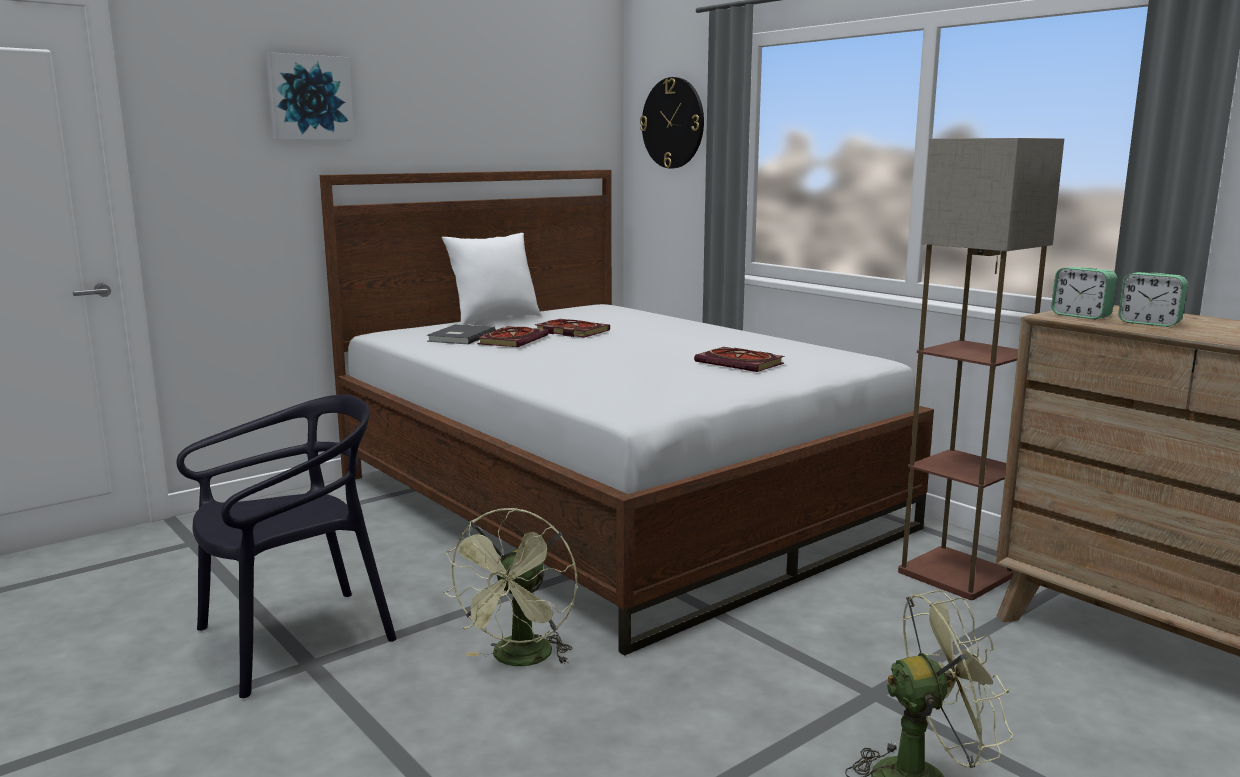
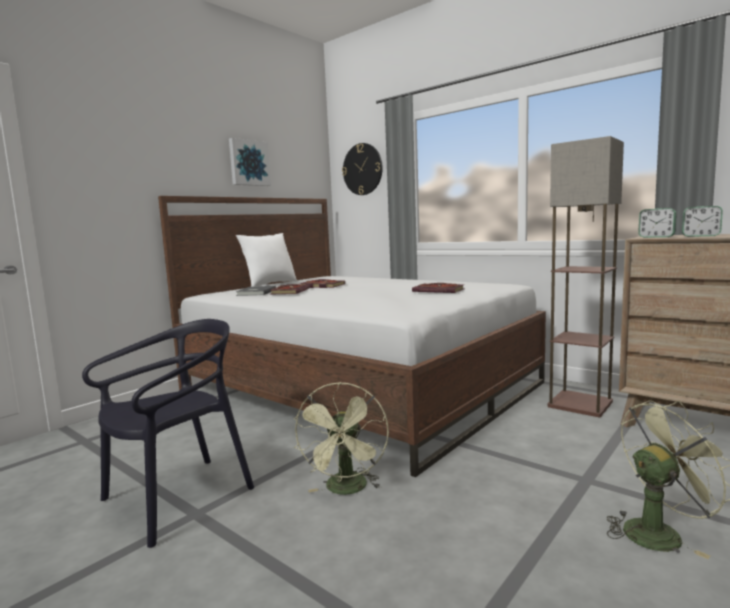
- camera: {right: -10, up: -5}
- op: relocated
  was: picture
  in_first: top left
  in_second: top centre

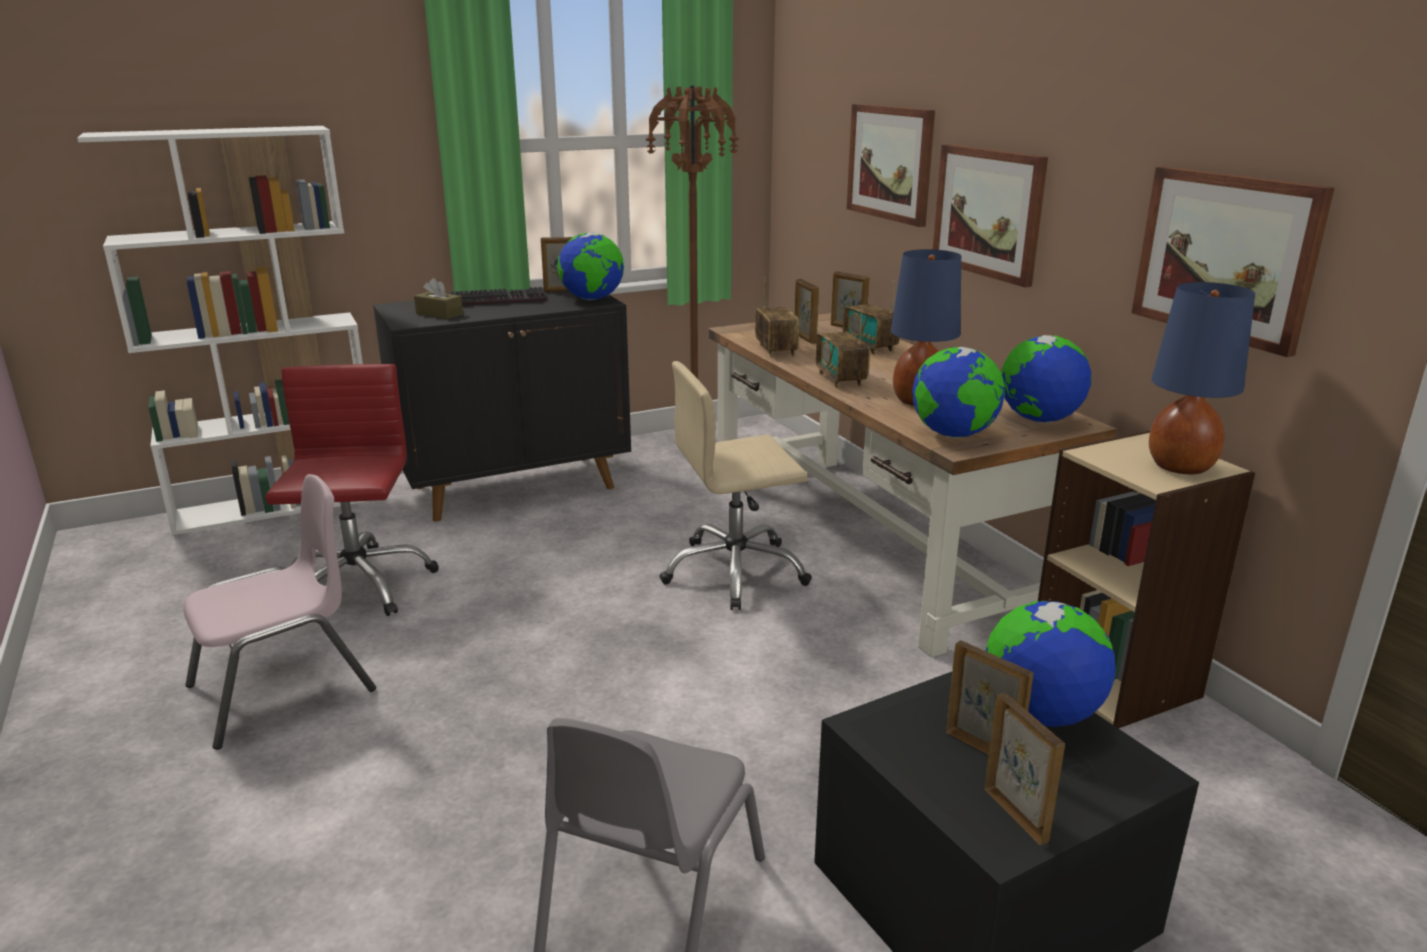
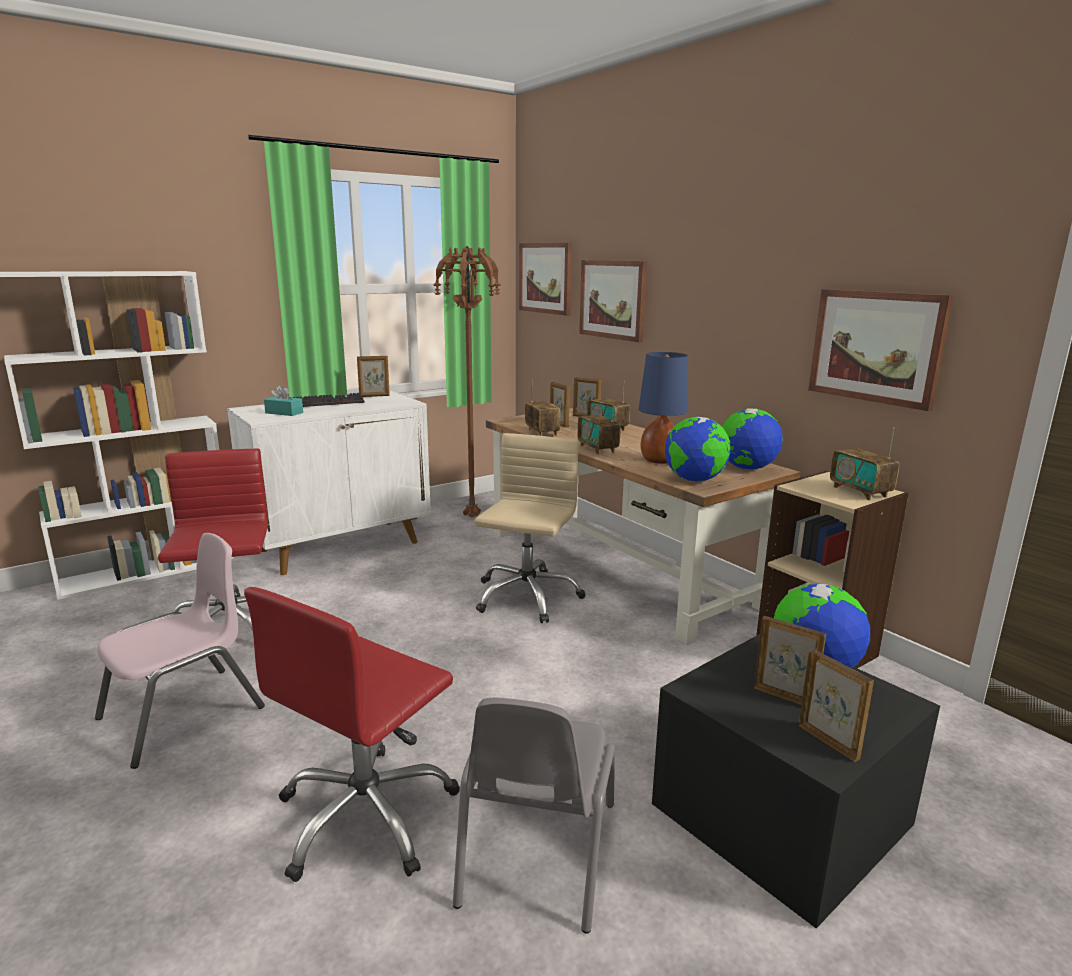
- camera: {right: -10, up: -5}
- op: colour
  was: cabinet in black
  now: cabinet in white
  in_first: centre
  in_second: middle left
- op: appeared
  now: office chair in red (no. 2 from left)
  in_second: bottom left
- op: colour
  was: tissue box in brown
  now: tissue box in turquoise
  in_first: top left
  in_second: middle left
- op: spun
  was: office chair in beige
  in_first: centre
  in_second: centre
  clockwise: 135
- op: relocated
  was: picture (no. 2 from left in the first image)
  now: picture (no. 1 from left)
  in_first: top right
  in_second: top centre
- op: exchanged
  was: table lamp in blue (no. 2 from left)
  now: radio (no. 4 from left)
  in_first: middle right
  in_second: middle right
- op: missing
  was: globe (no. 1 from left)
  in_first: top centre

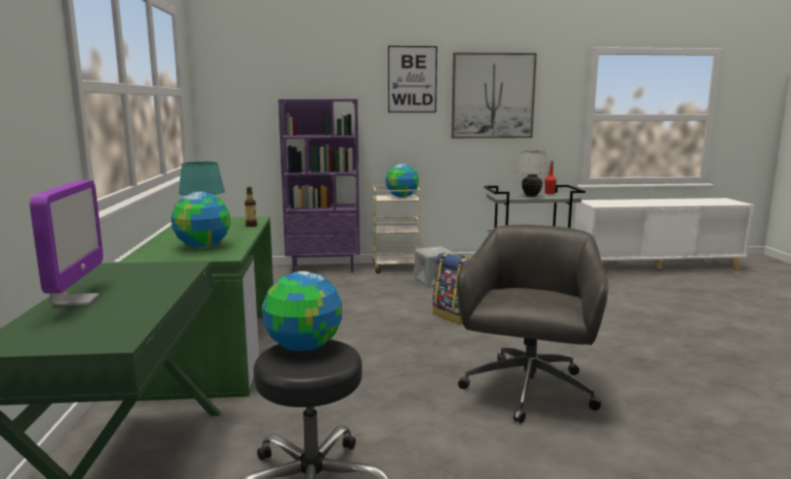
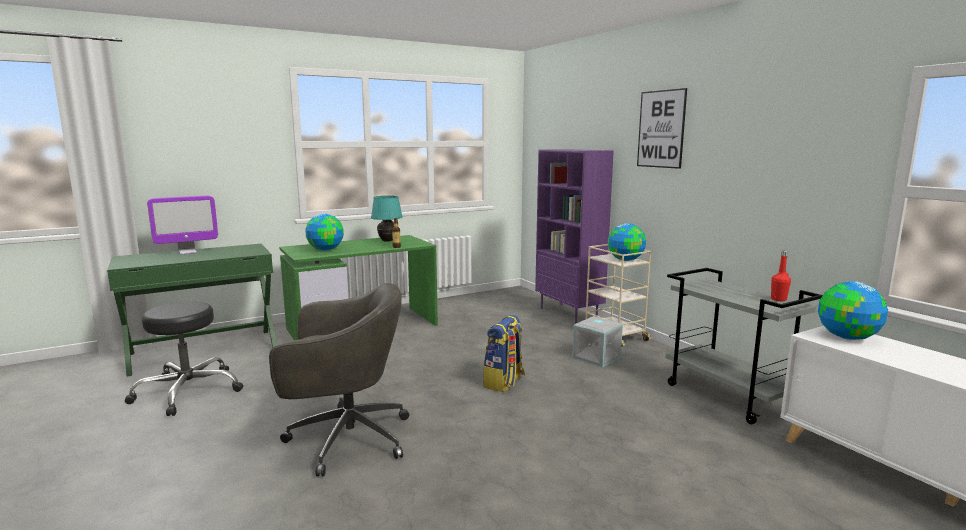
- camera: {right: 65, up: 0}
- op: relocated
  was: globe (no. 2 from left in the first image)
  now: globe (no. 3 from left)
  in_first: centre
  in_second: middle right
- op: missing
  was: picture (no. 2 from left)
  in_first: top centre
- op: missing
  was: table lamp in white
  in_first: middle right

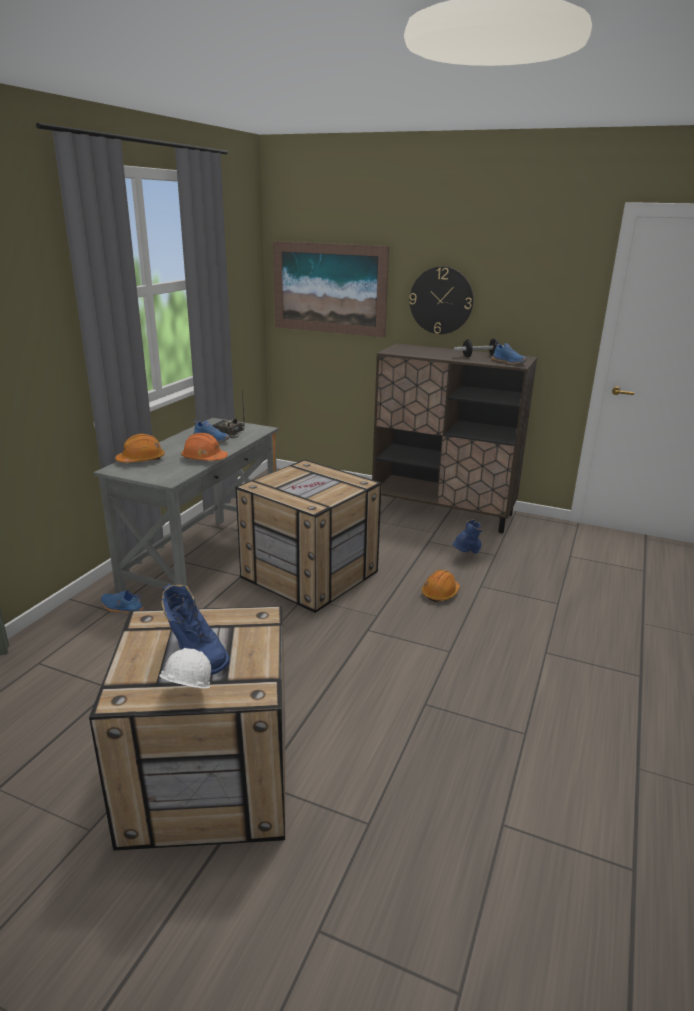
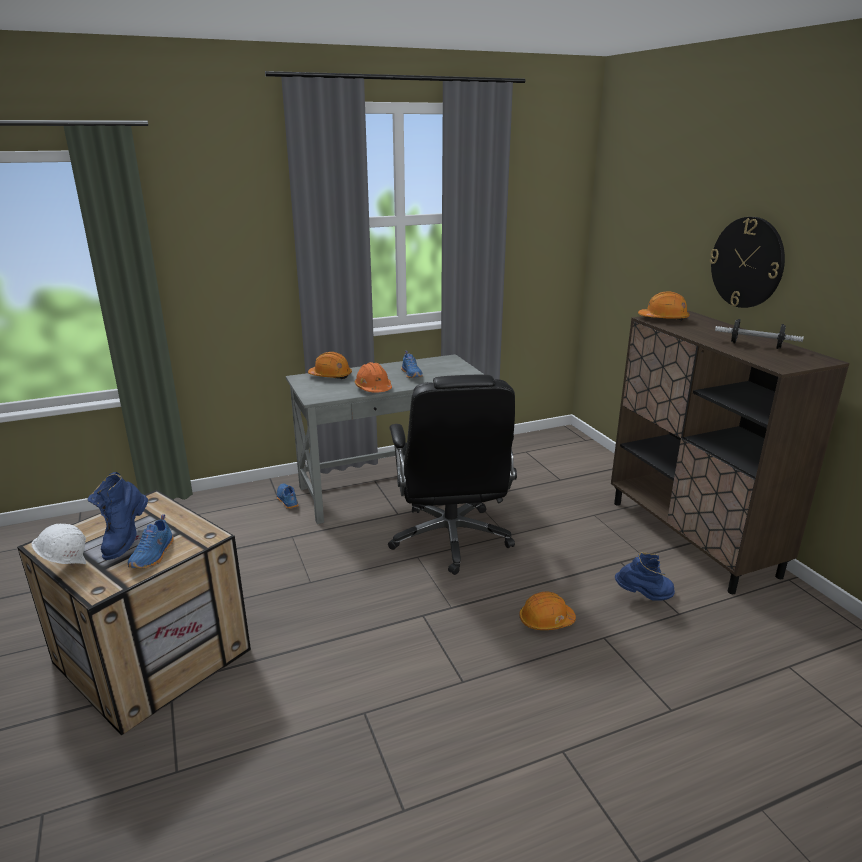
- camera: {right: 45, up: 0}
- op: relocated
  was: shoe in blue (no. 3 from left in the first image)
  now: shoe in blue (no. 1 from left)
  in_first: middle right
  in_second: middle left
- op: exchanged
  was: crate (no. 2 from left)
  now: office chair in black
  in_first: centre
  in_second: centre
- op: appeared
  now: hard hat in orange (no. 4 from left)
  in_second: middle right
- op: missing
  was: radio
  in_first: middle left
- op: missing
  was: picture
  in_first: top centre

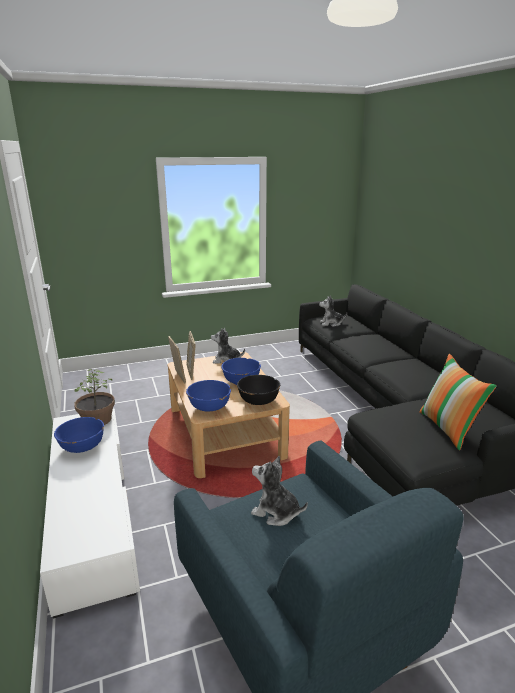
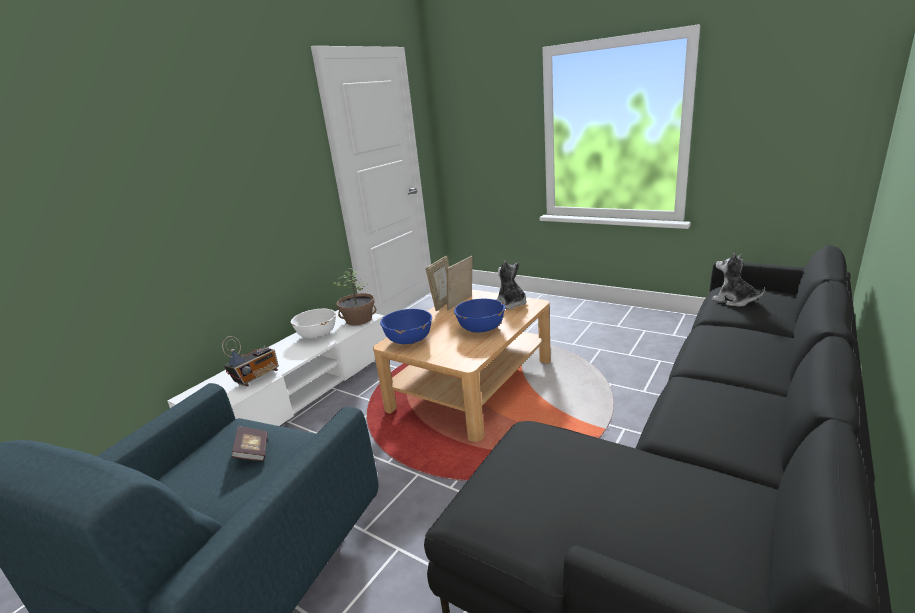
- camera: {right: 55, up: 0}
- op: appeared
  now: radio
  in_second: middle left
- op: exchanged
  was: plush toy (no. 2 from left)
  now: book
  in_first: bottom centre
  in_second: bottom left
- op: colour
  was: bowl in blue (no. 1 from left)
  now: bowl in white
  in_first: middle left
  in_second: centre
- op: missing
  was: bowl in black
  in_first: centre
- op: missing
  was: pillow
  in_first: middle right

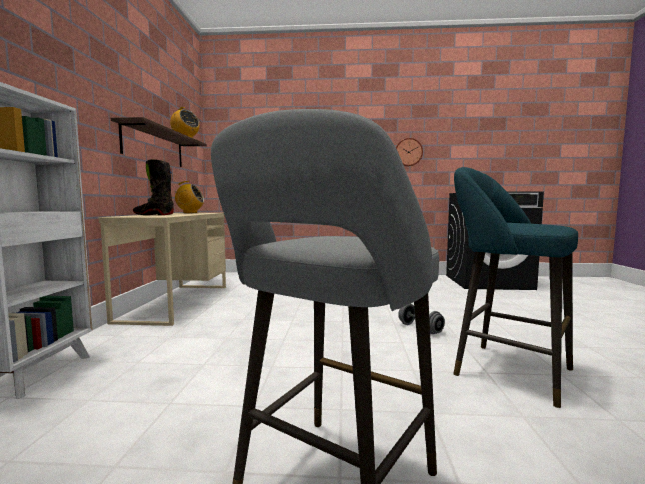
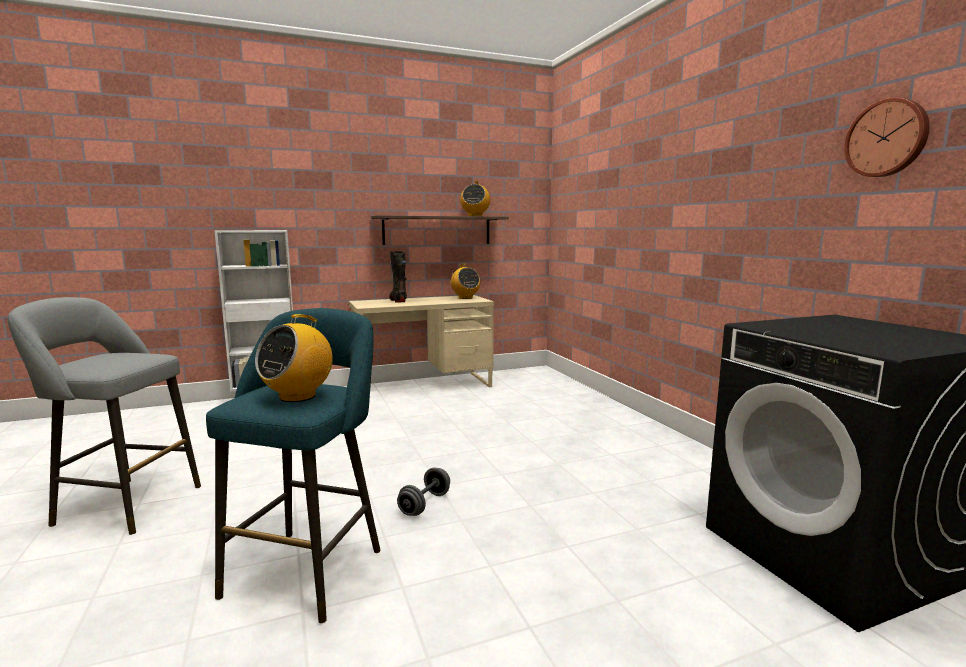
- camera: {right: 65, up: 5}
- op: appeared
  now: radio (no. 1 from left)
  in_second: middle left
- op: relocated
  was: wall clock
  in_first: top centre
  in_second: top right

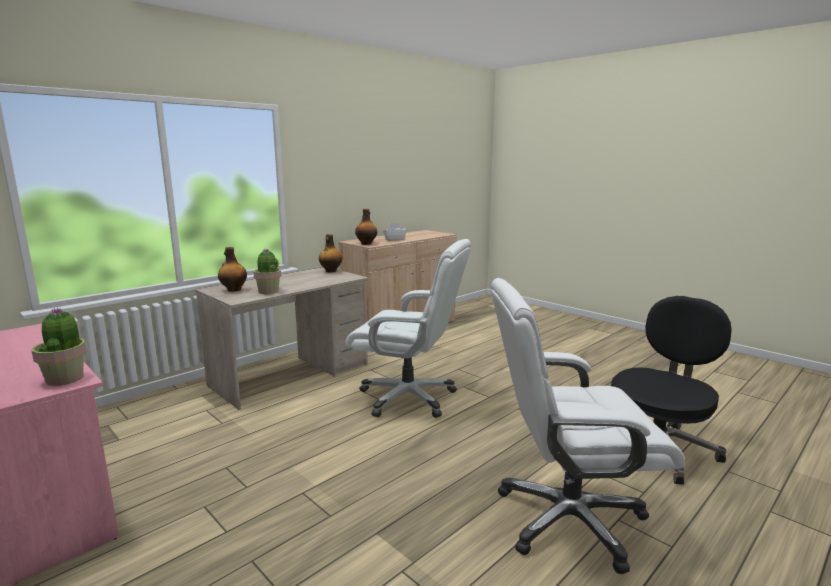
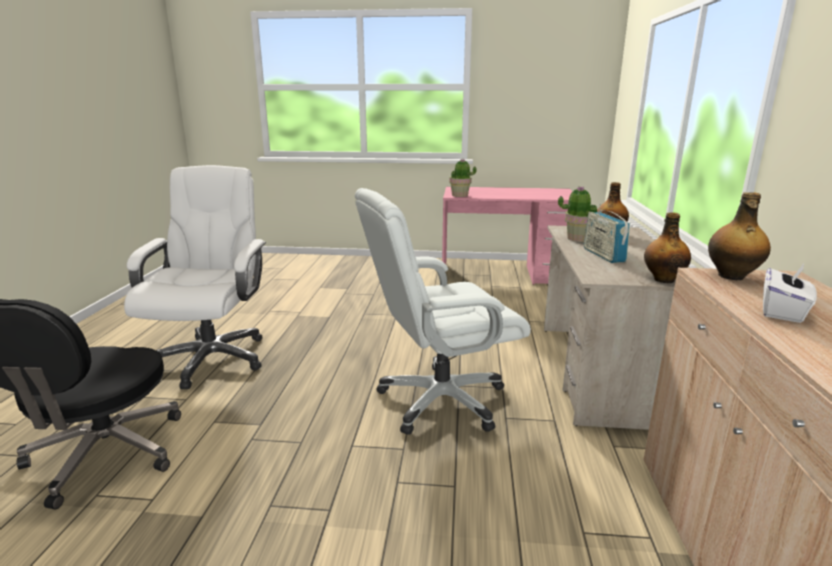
- camera: {right: 140, up: 5}
- op: spun
  was: office chair in white (no. 2 from left in the first image)
  in_first: bottom right
  in_second: middle left
  clockwise: -45
- op: appeared
  now: radio
  in_second: middle right

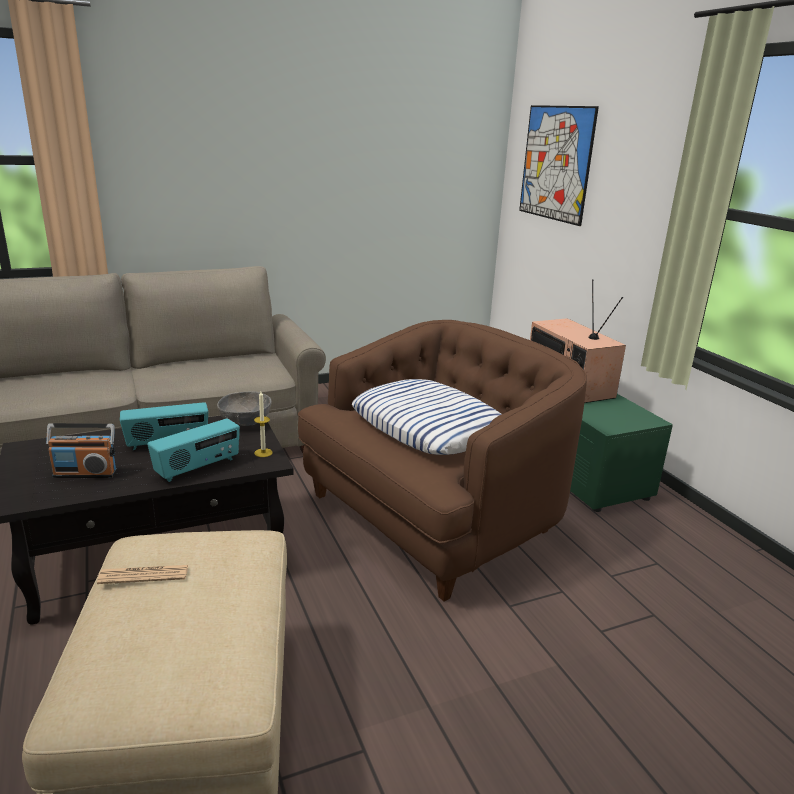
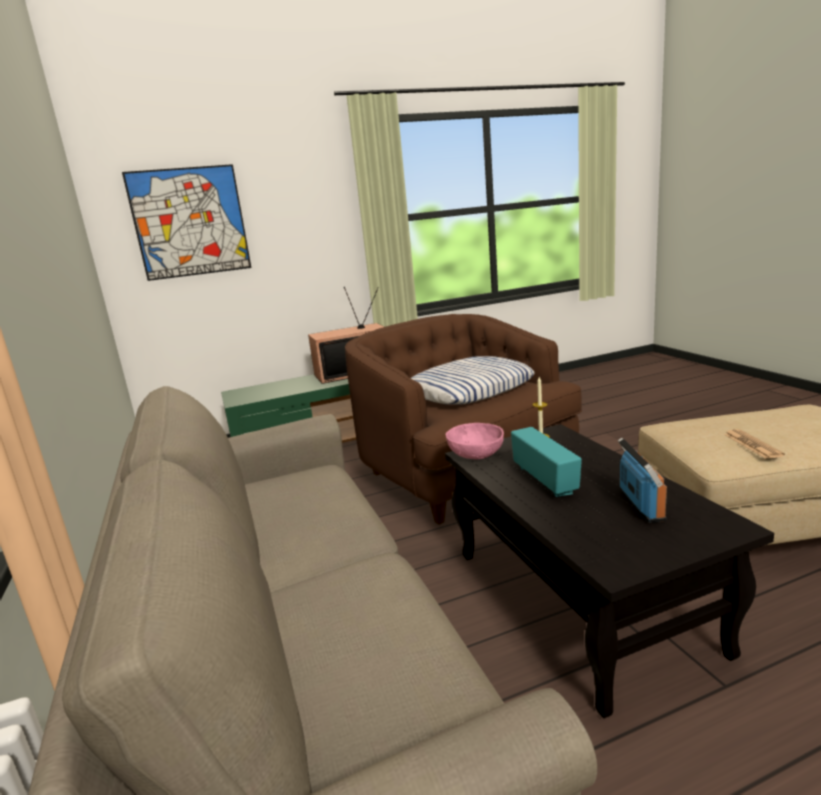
- camera: {right: -85, up: -5}
- op: colour
  was: bowl in grey
  now: bowl in pink
  in_first: middle left
  in_second: centre
- op: missing
  was: radio (no. 3 from left)
  in_first: middle left

